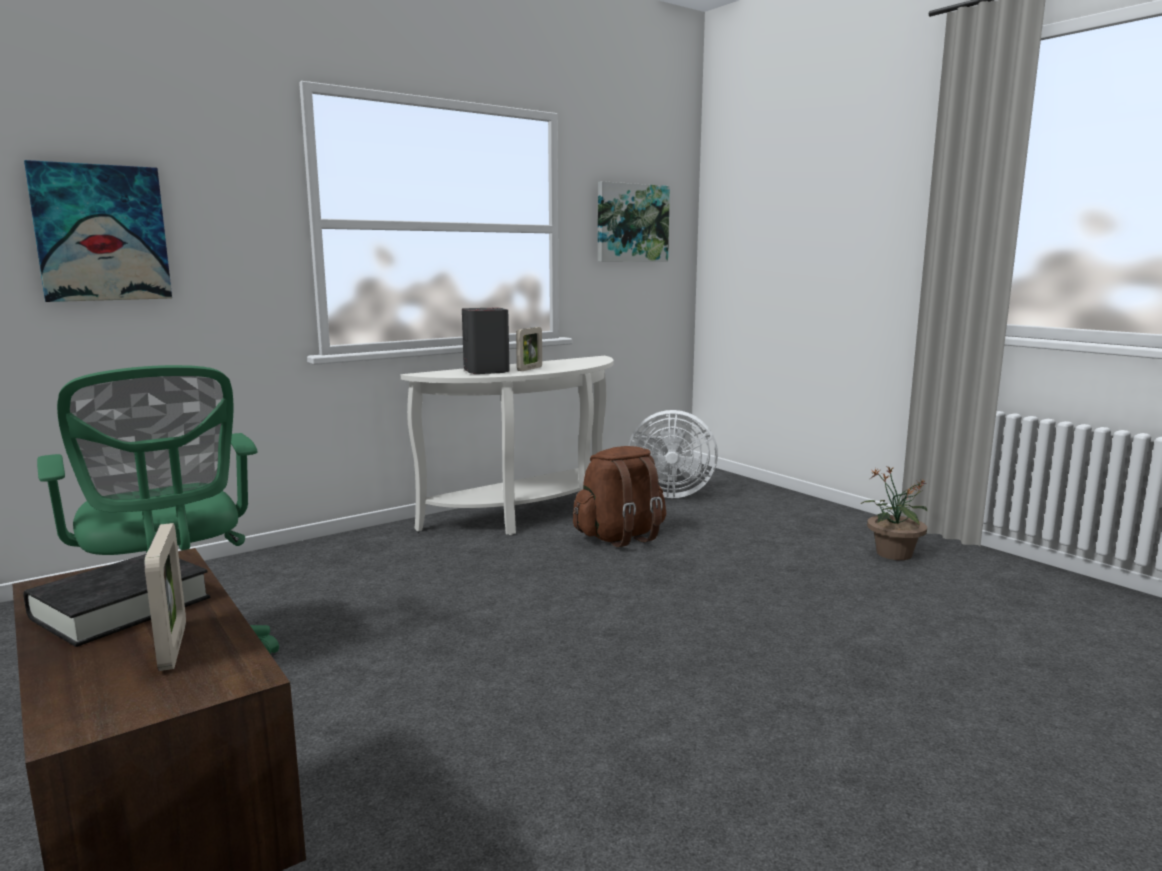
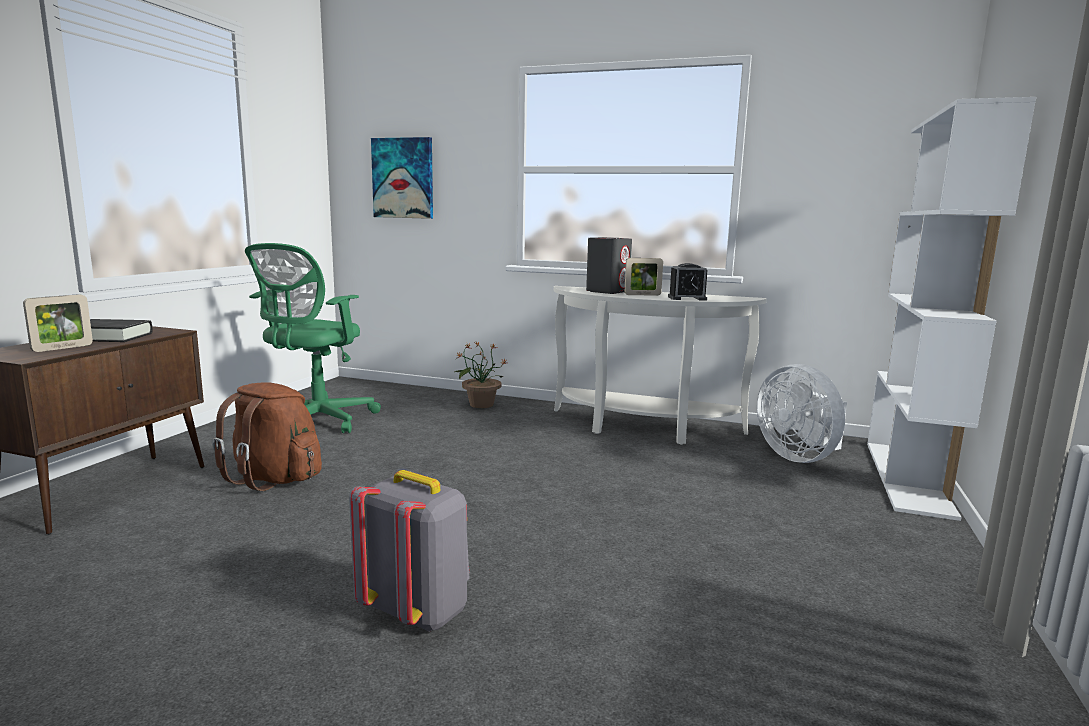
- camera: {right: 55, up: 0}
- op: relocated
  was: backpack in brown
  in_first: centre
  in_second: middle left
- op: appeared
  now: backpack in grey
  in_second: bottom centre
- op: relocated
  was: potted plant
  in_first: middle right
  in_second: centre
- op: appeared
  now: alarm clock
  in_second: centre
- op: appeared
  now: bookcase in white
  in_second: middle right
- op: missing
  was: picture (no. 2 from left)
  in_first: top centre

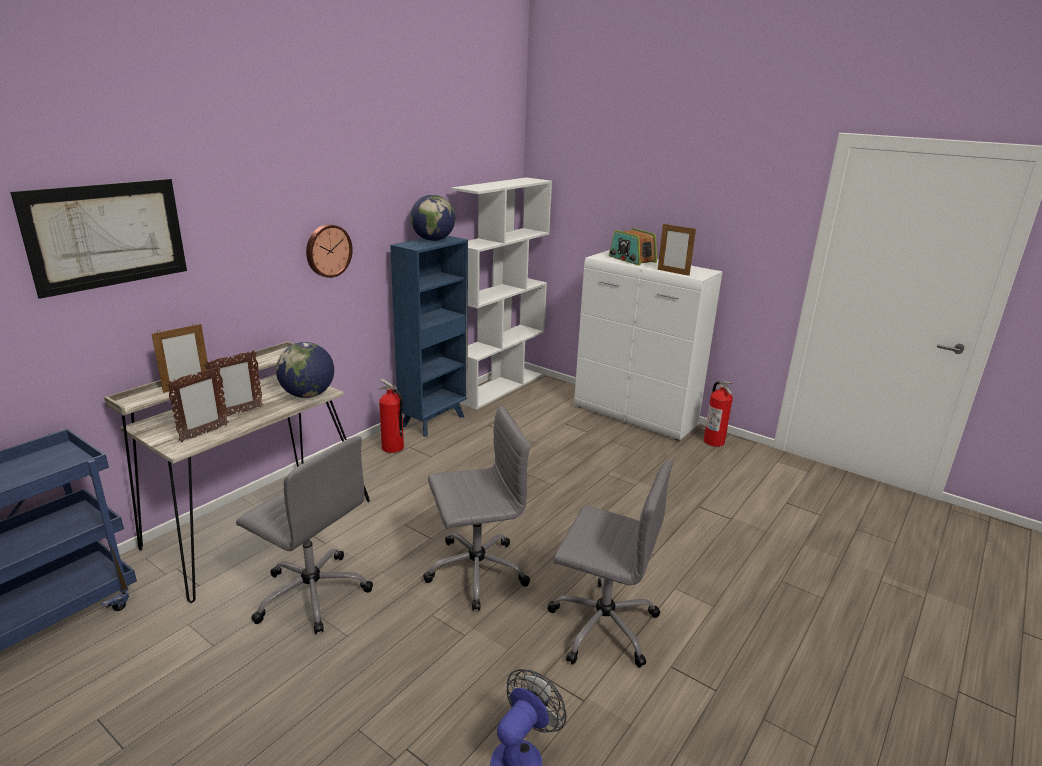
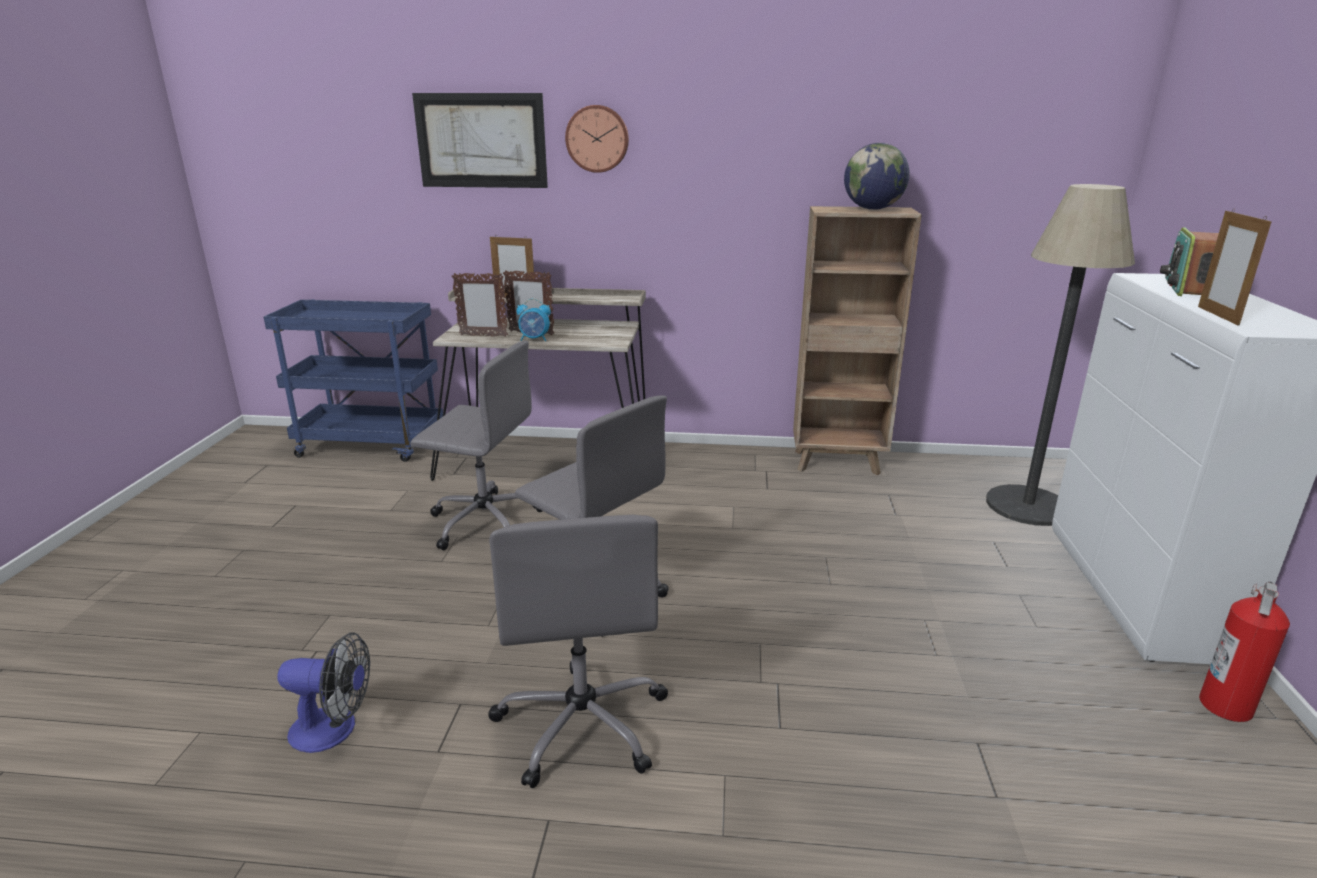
- camera: {right: 60, up: 0}
- op: spun
  was: office chair in grey (no. 1 from left)
  in_first: bottom left
  in_second: centre
  clockwise: -75
- op: appeared
  now: alarm clock
  in_second: centre
- op: relocated
  was: wall clock
  in_first: top left
  in_second: top centre
- op: colour
  was: bookcase in blue
  now: bookcase in brown
  in_first: centre
  in_second: centre
- op: appeared
  now: floor lamp
  in_second: middle right
- op: missing
  was: globe (no. 1 from left)
  in_first: middle left
- op: missing
  was: fire extinguisher (no. 1 from left)
  in_first: centre
- op: missing
  was: bookcase in white
  in_first: centre

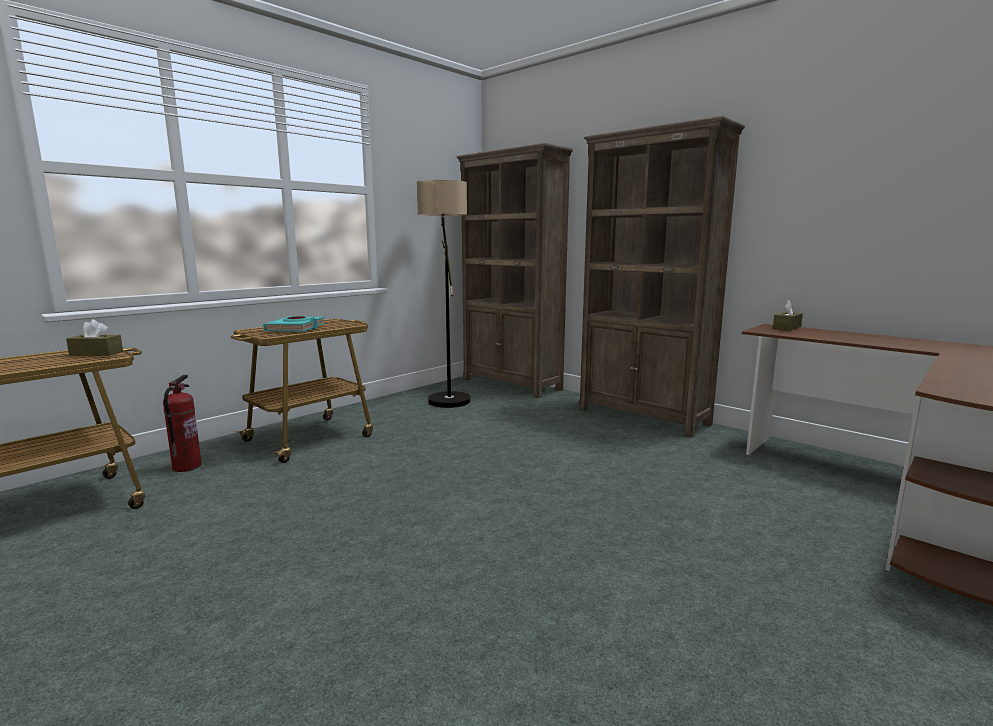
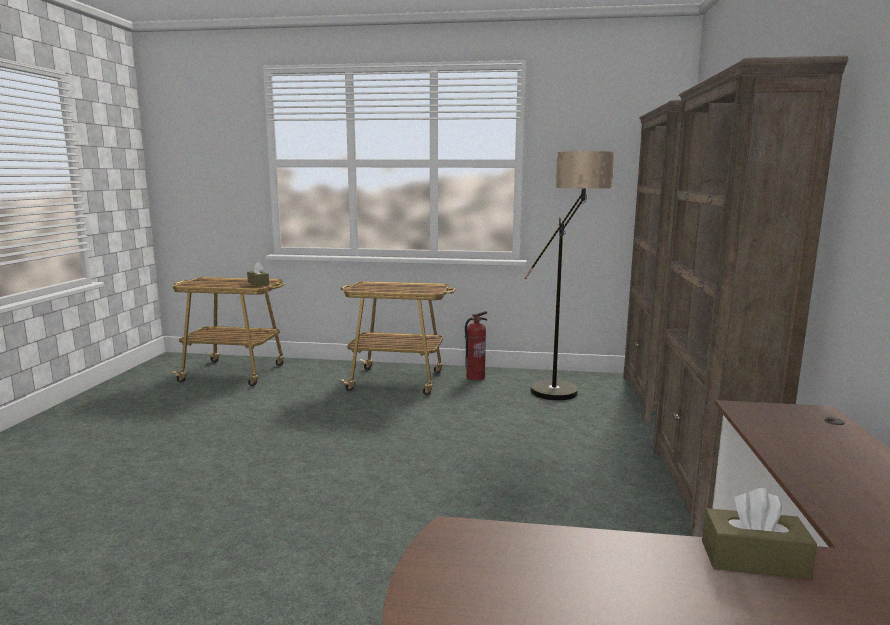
- camera: {right: 55, up: 0}
- op: relocated
  was: fire extinguisher
  in_first: middle left
  in_second: centre
- op: relocated
  was: tissue box in brown (no. 2 from left)
  in_first: middle right
  in_second: bottom right
- op: missing
  was: book in turquoise
  in_first: middle left

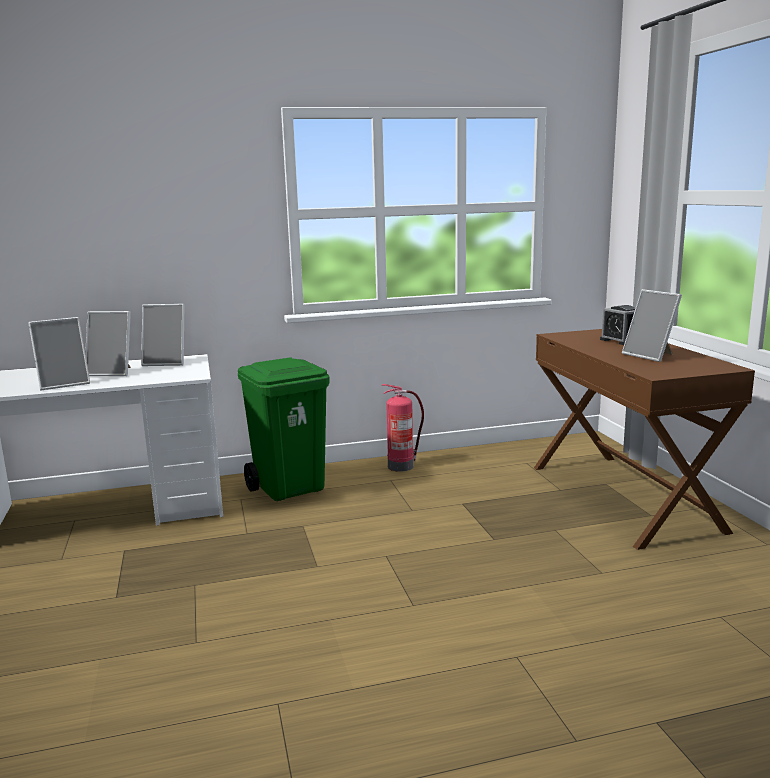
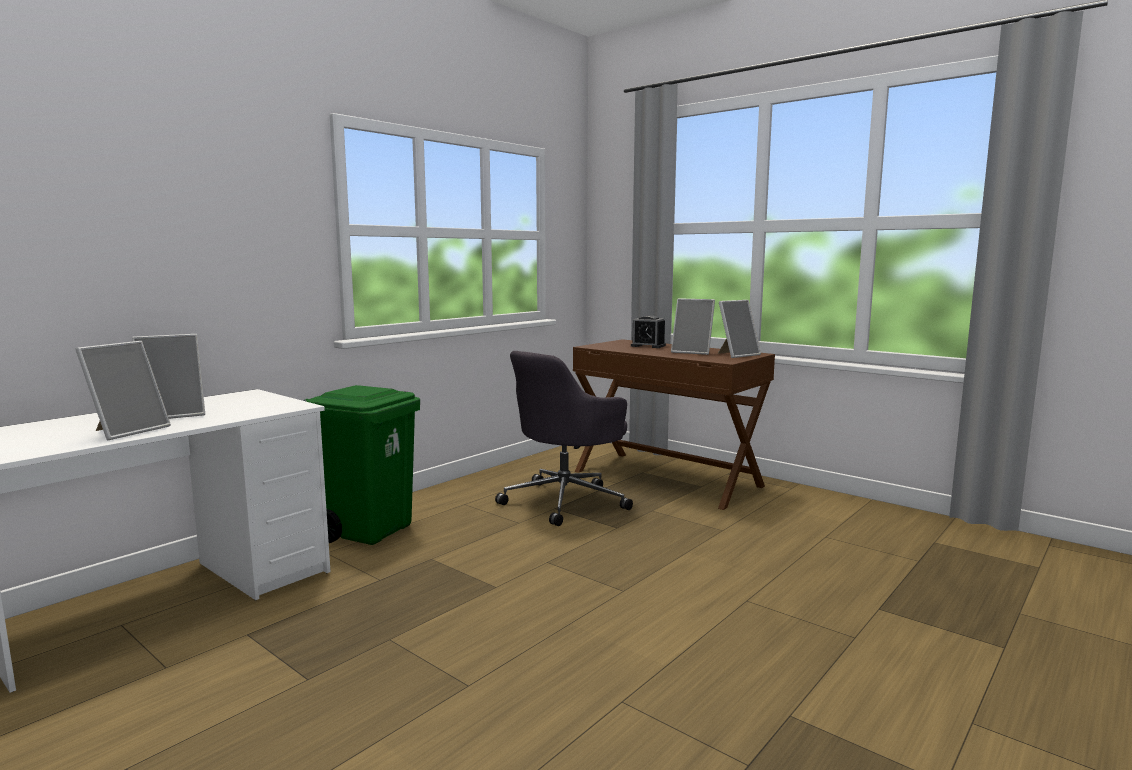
- camera: {right: -35, up: -5}
- op: appeared
  now: office chair in grey
  in_second: centre
- op: relocated
  was: picture frame (no. 3 from left in the first image)
  now: picture frame (no. 4 from left)
  in_first: middle left
  in_second: centre
- op: missing
  was: fire extinguisher
  in_first: centre

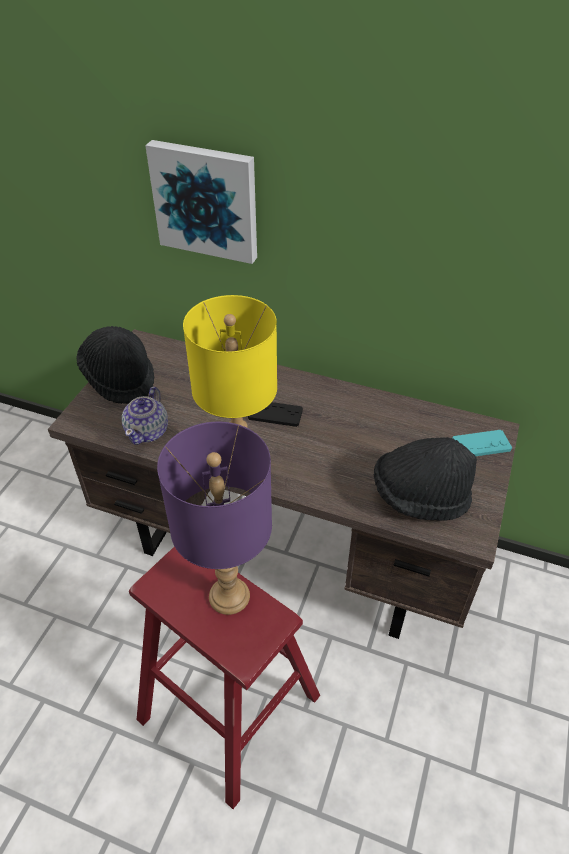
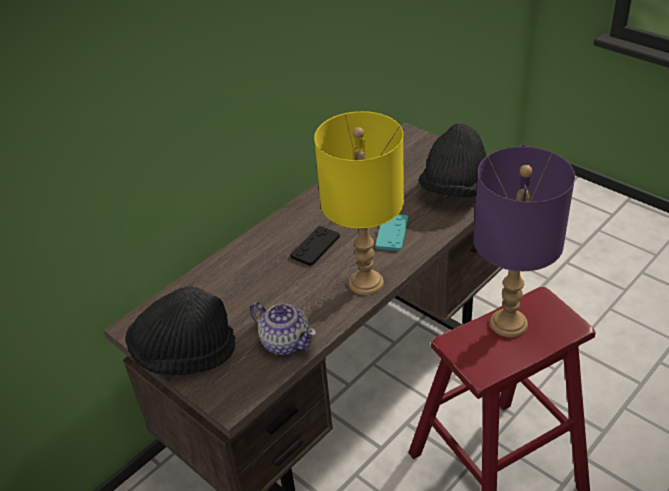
- camera: {right: -65, up: -5}
- op: relocated
  was: game controller in turquoise
  in_first: middle right
  in_second: centre
- op: missing
  was: picture
  in_first: top centre

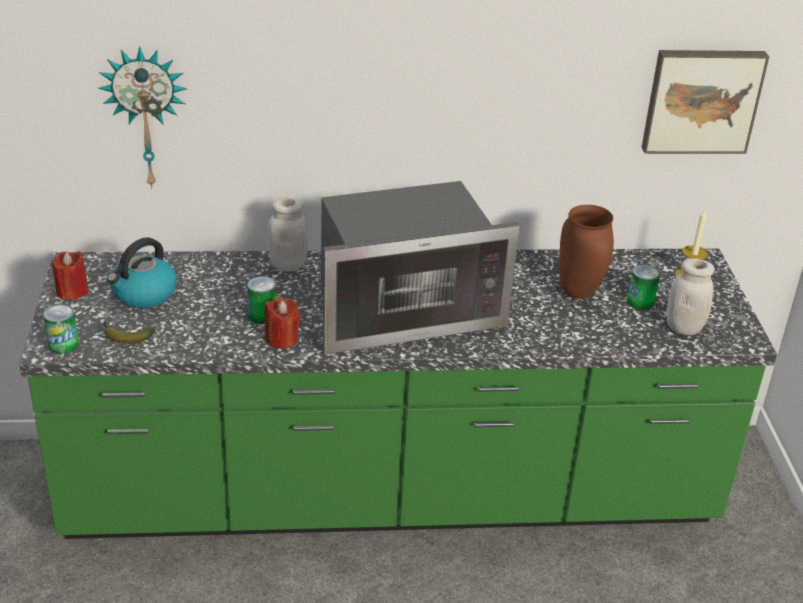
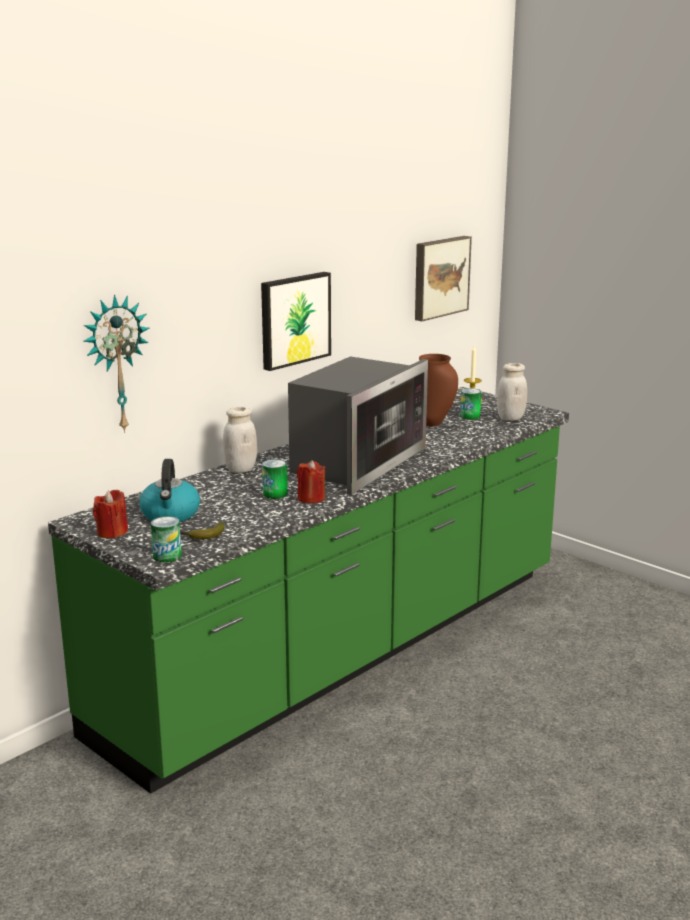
- camera: {right: -40, up: -15}
- op: appeared
  now: picture (no. 1 from left)
  in_second: centre

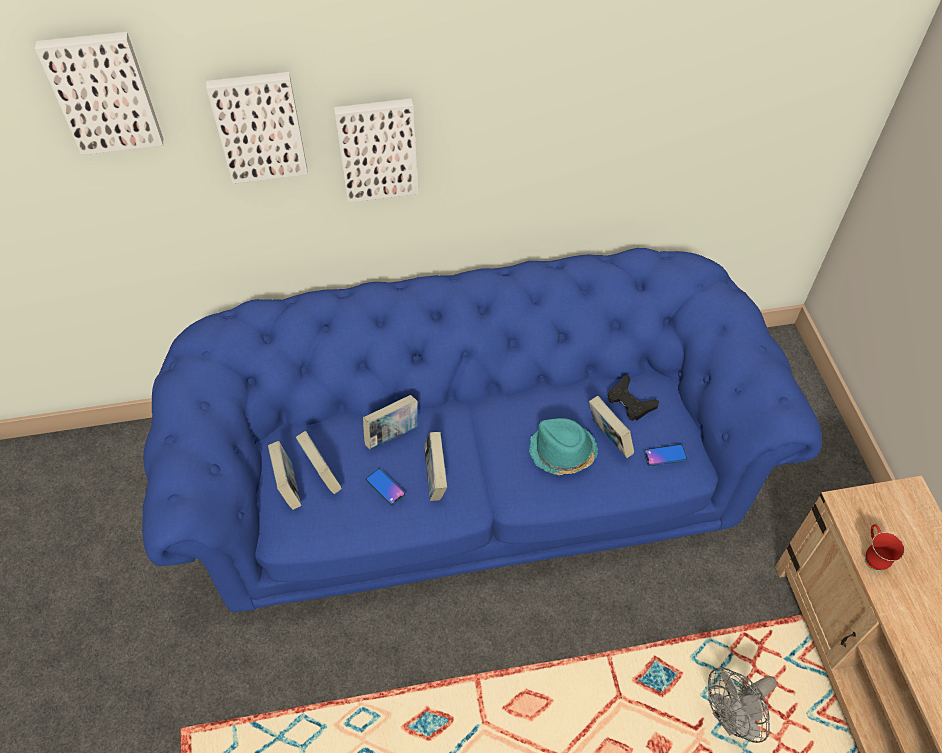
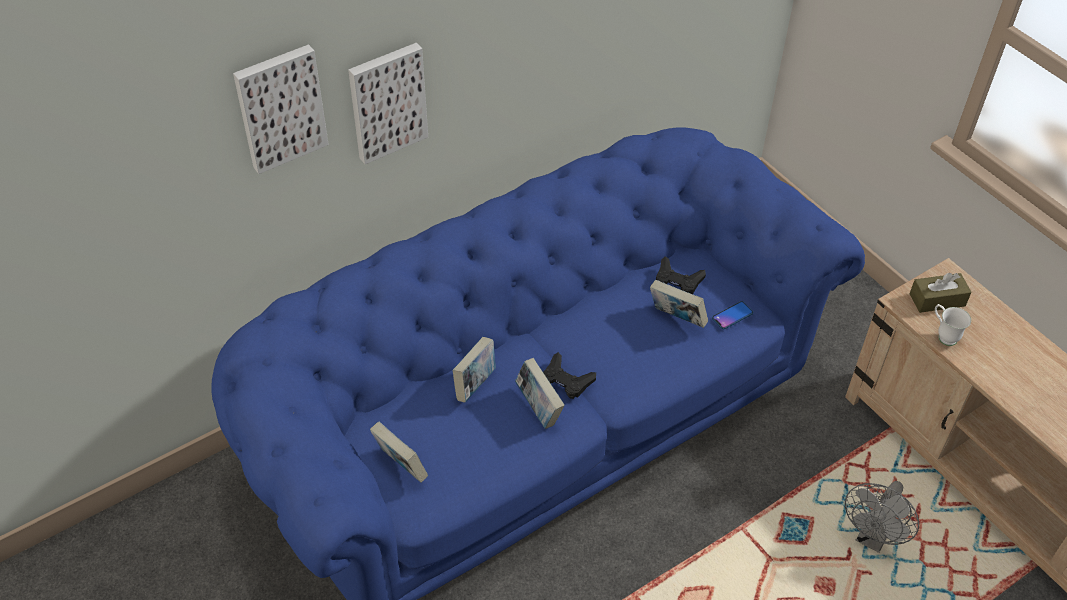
- camera: {right: -25, up: -5}
- op: appeared
  now: game controller in black (no. 1 from left)
  in_second: centre
- op: appeared
  now: tissue box in brown
  in_second: middle right
- op: colour
  was: mug in red
  now: mug in white
  in_first: bottom right
  in_second: middle right
- op: missing
  was: picture (no. 1 from left)
  in_first: top left
- op: missing
  was: book (no. 2 from left)
  in_first: centre
- op: missing
  was: phone (no. 1 from left)
  in_first: centre
- op: missing
  was: hat in turquoise
  in_first: centre

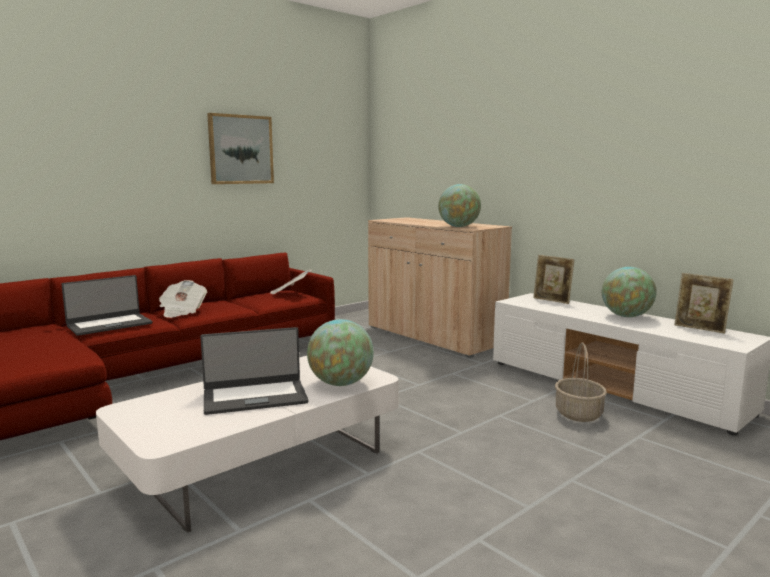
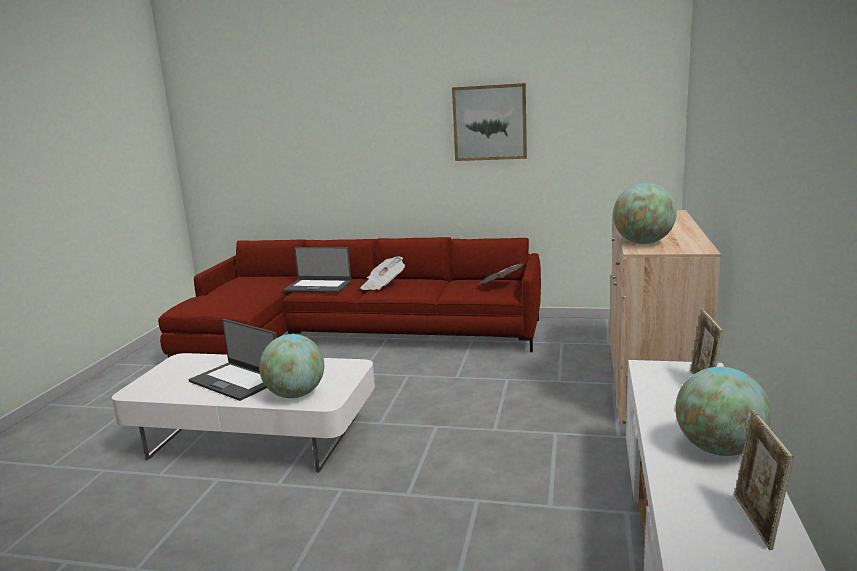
- camera: {right: 55, up: 5}
- op: missing
  was: basket
  in_first: middle right

